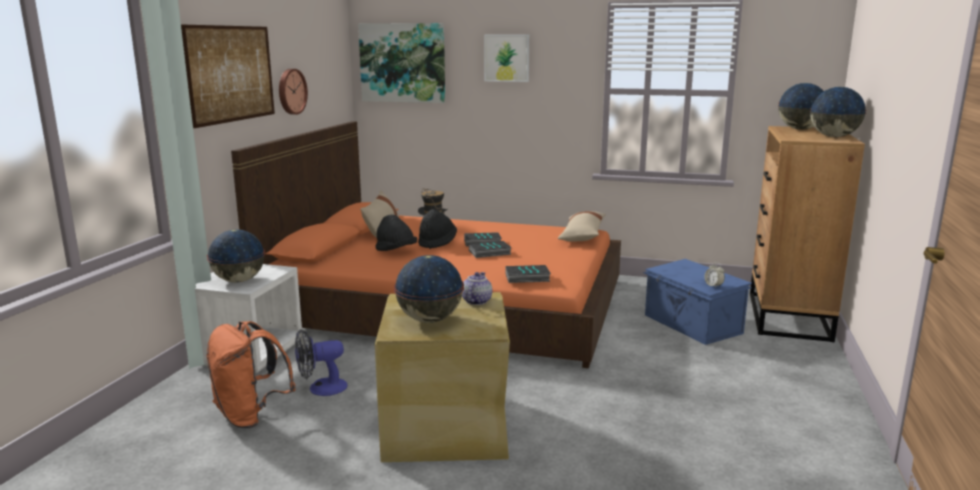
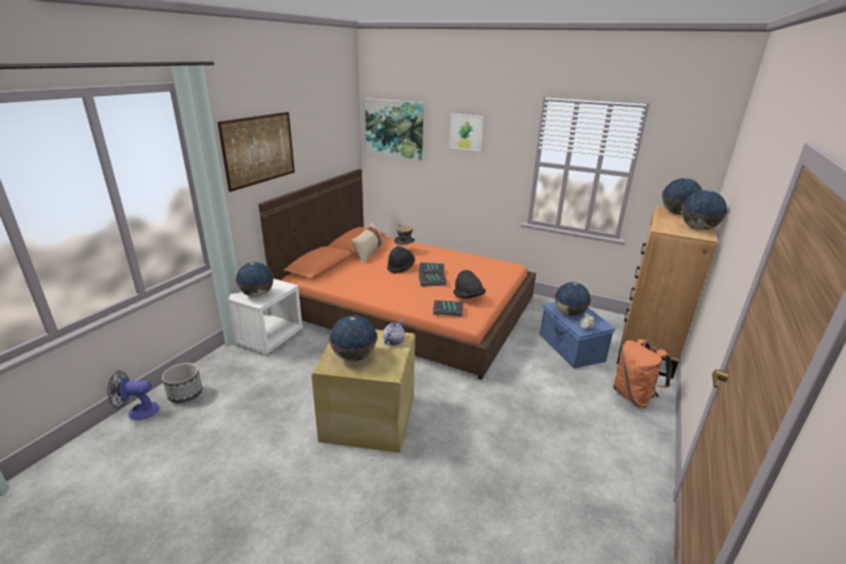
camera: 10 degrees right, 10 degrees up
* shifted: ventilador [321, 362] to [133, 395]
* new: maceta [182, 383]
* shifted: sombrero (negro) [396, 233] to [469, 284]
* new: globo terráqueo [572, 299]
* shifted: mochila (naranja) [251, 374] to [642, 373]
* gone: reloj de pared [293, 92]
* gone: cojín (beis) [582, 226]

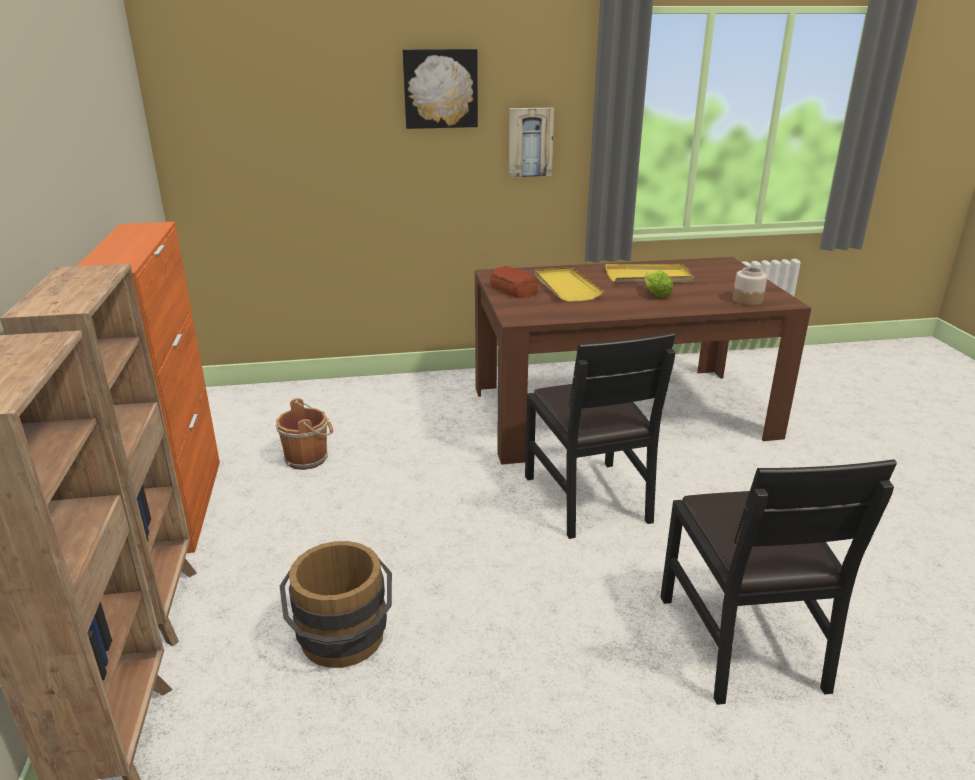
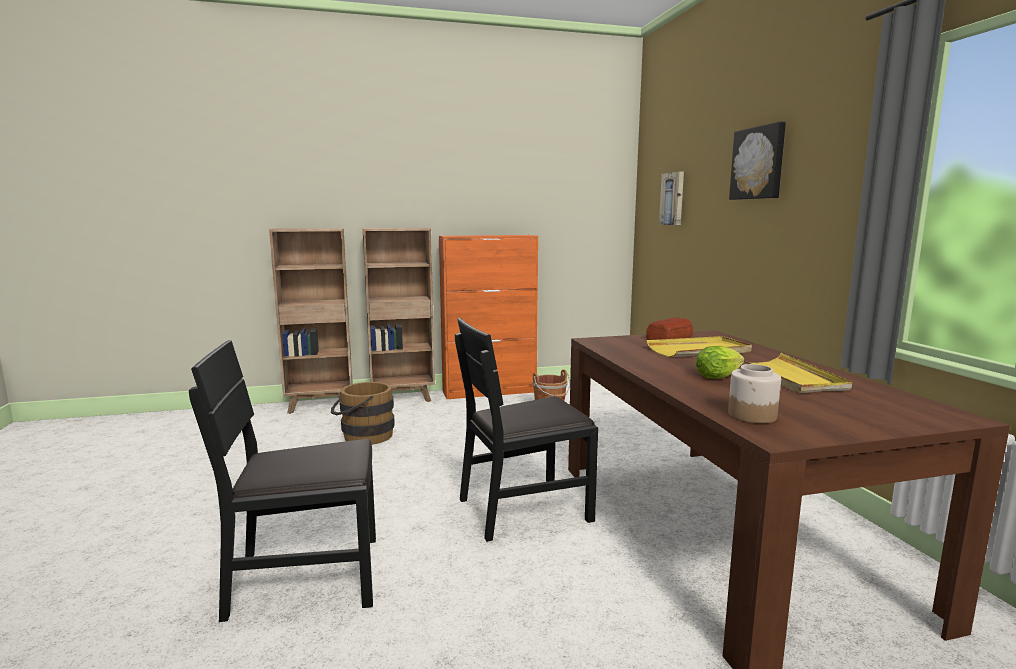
camera: 85 degrees right, 15 degrees down
* shifted: cuadro [531, 142] to [671, 198]

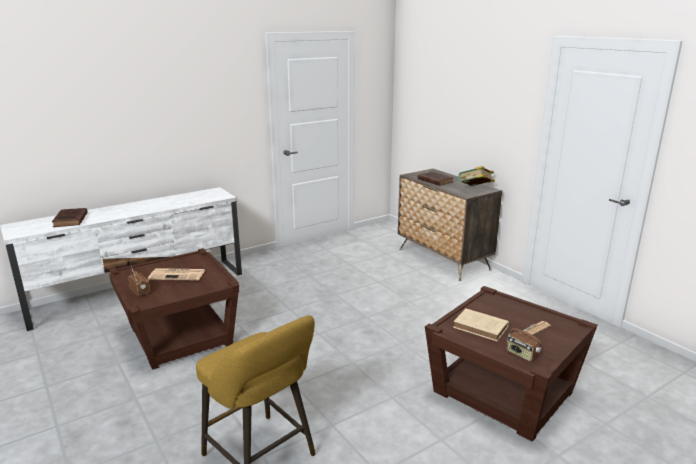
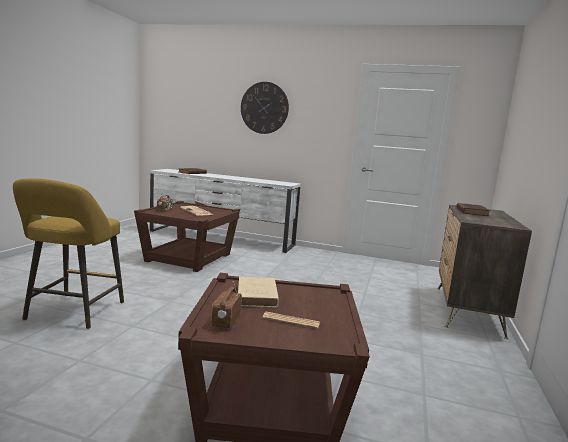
camera: 50 degrees right, 10 degrees down
* new: reloj de pared [265, 108]
* gone: libro [476, 176]

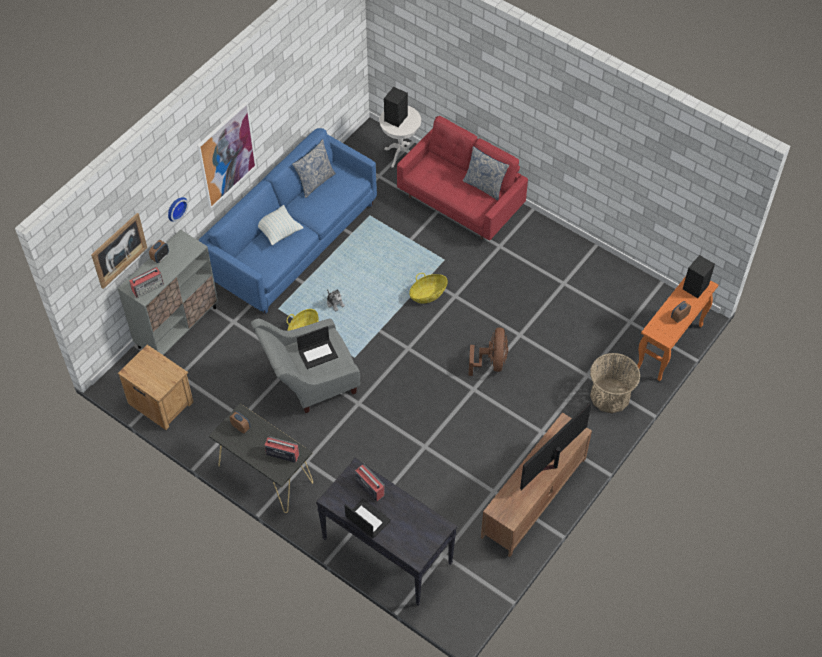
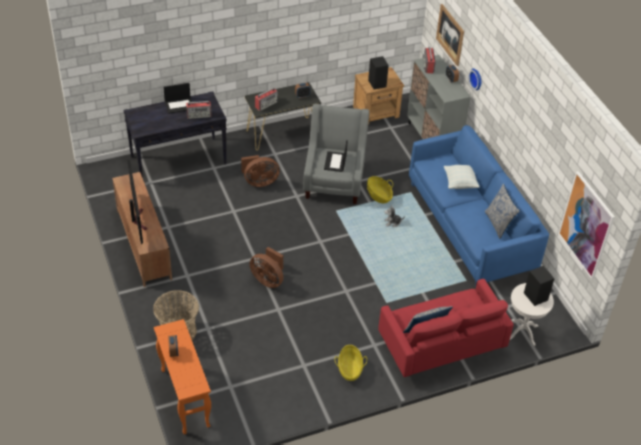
camera: 120 degrees right, 10 degrees down
* new: ventilador (marrón) [260, 171]
* shifted: cesta [428, 288] to [351, 363]
* shifted: altavoz (negro) [699, 276] to [378, 72]
* shifted: cuadro [226, 155] to [586, 225]

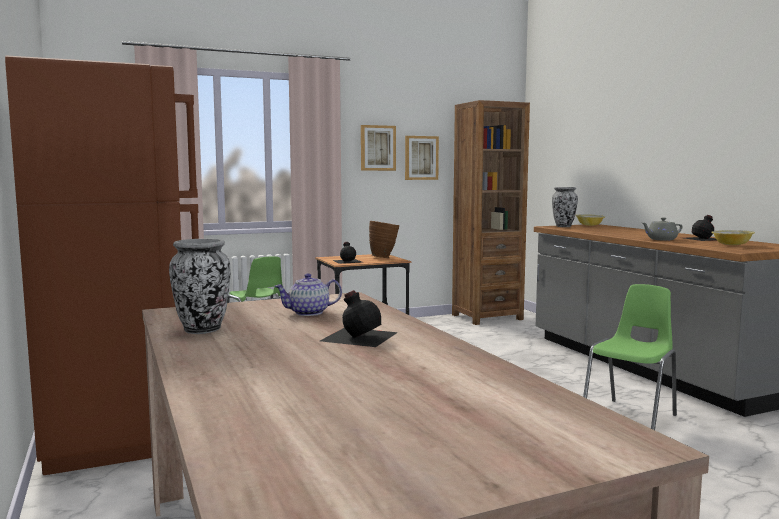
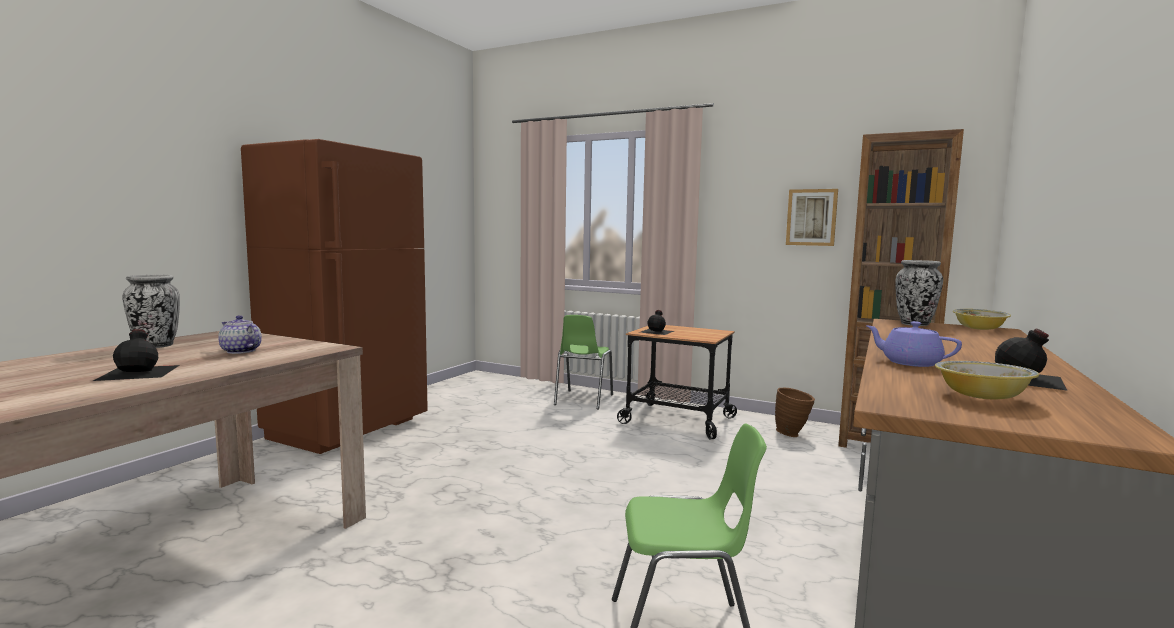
camera: 50 degrees right, 0 degrees up
* shifted: florero (marrón) [384, 239] to [795, 412]
* repainted: tetera (gris) [662, 229] to tetera (morado) [913, 344]
* gone: cuadro [378, 148]

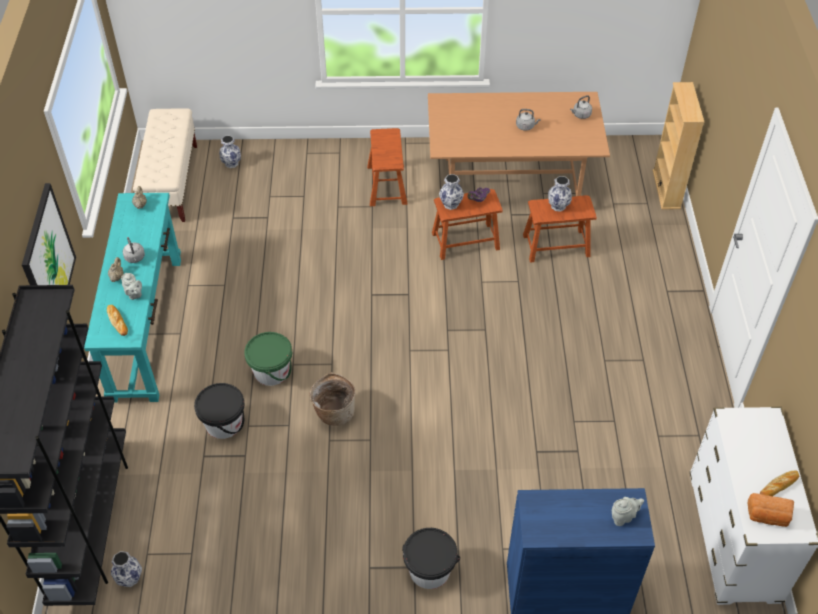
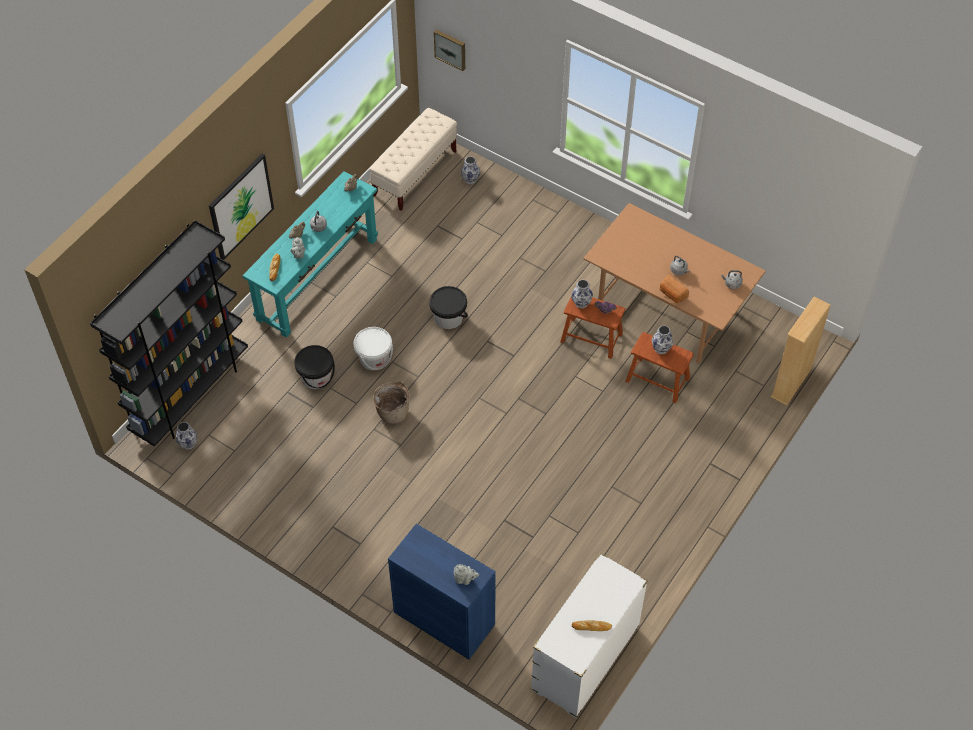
camera: 35 degrees right, 5 degrees up
* repainted: cubo (verde) [268, 359] to cubo (blanco) [373, 348]
* shifted: cubo (negro) [431, 558] to [448, 307]
* new: cuadro [449, 50]
* shifted: pan [771, 510] to [674, 289]
* gone: taburete (marrón) [387, 167]

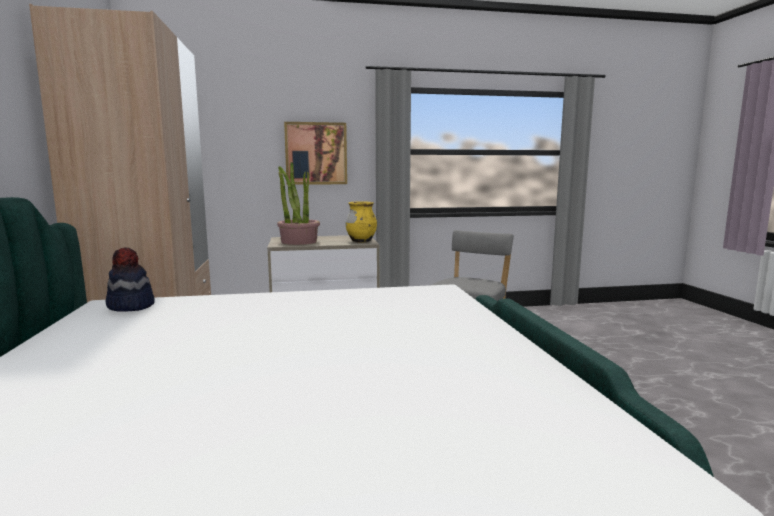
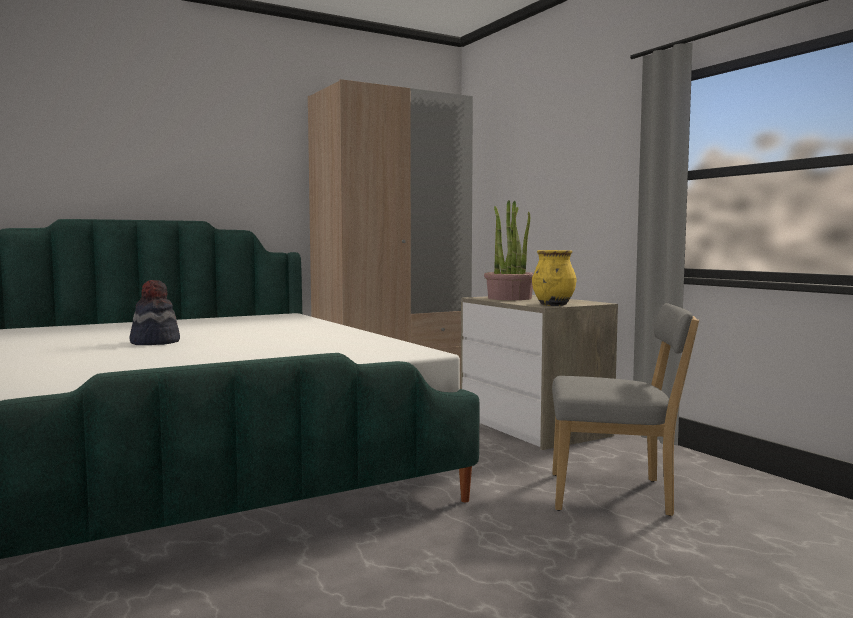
camera: 70 degrees right, 5 degrees down
* shifted: sombrero [130, 279] to [155, 312]
* gone: cuadro [315, 153]

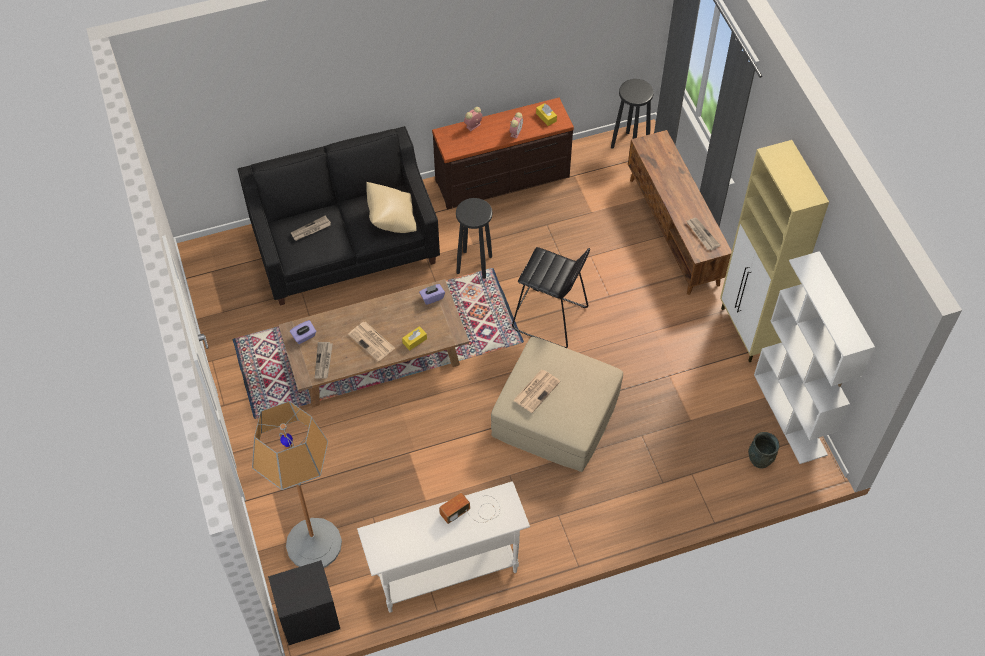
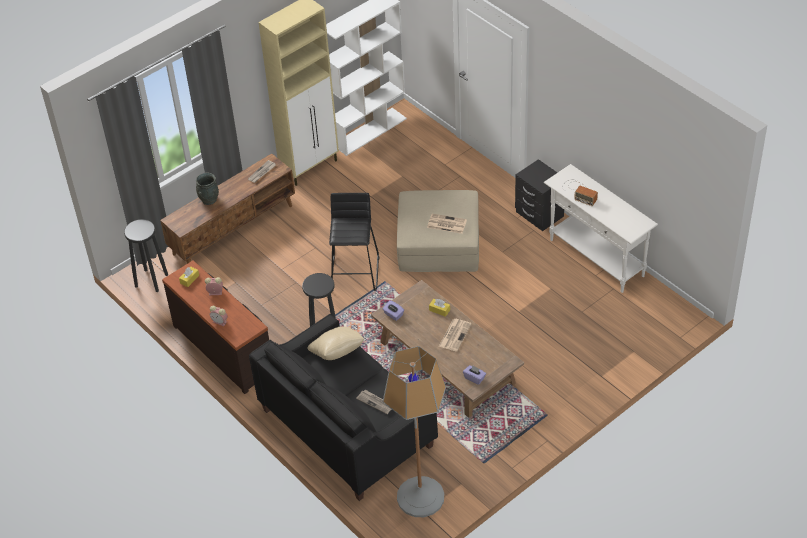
camera: 110 degrees left, 10 degrees down
* shifted: florero (gris) [764, 450] to [207, 189]
* shifted: lámpara de pie [297, 484] to [414, 431]
* shifted: mesita de noche (negro) [304, 602] to [539, 195]
* gone: periódico [324, 360]

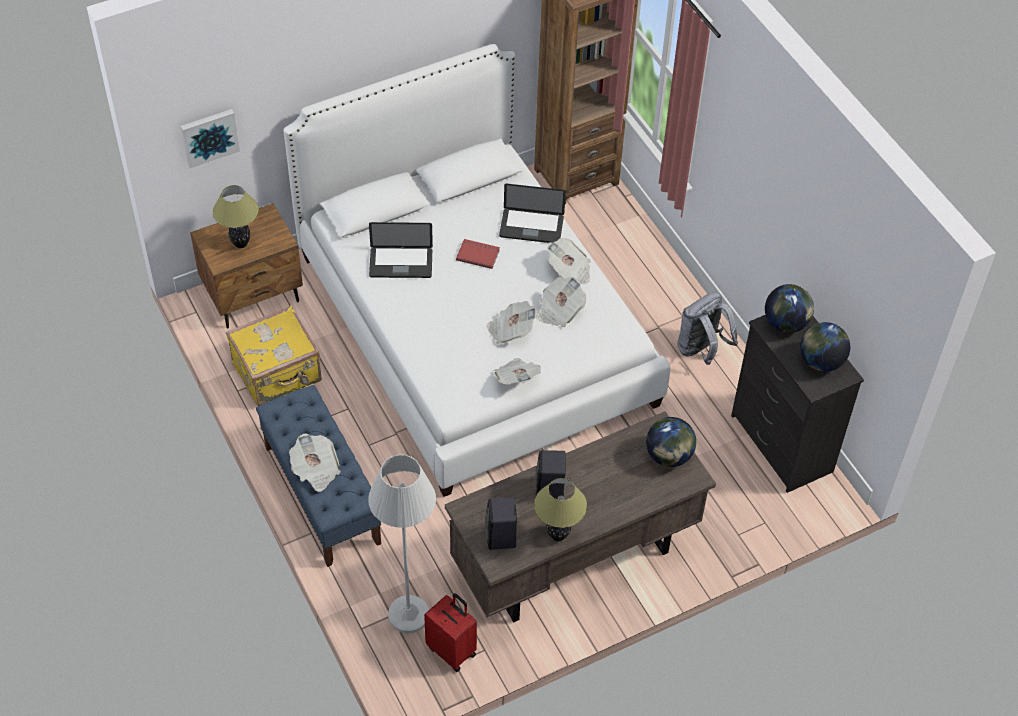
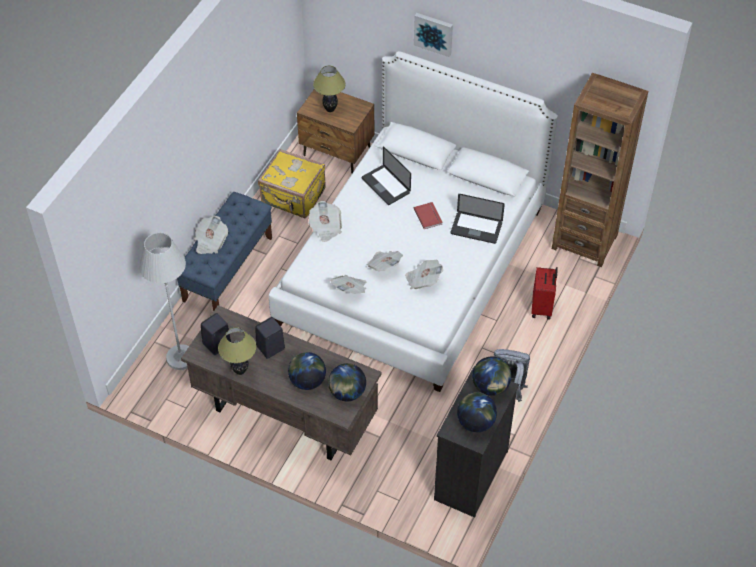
camera: 55 degrees right, 0 degrees up
* new: globo terráqueo [307, 371]
* shifted: periódico [569, 260] to [325, 221]
* shifted: cuadro [210, 138] to [433, 35]
* rotated: portátil [532, 213] = [478, 219] 45 degrees counterclockwise
* shifted: maleta (rojo) [450, 632] to [544, 293]

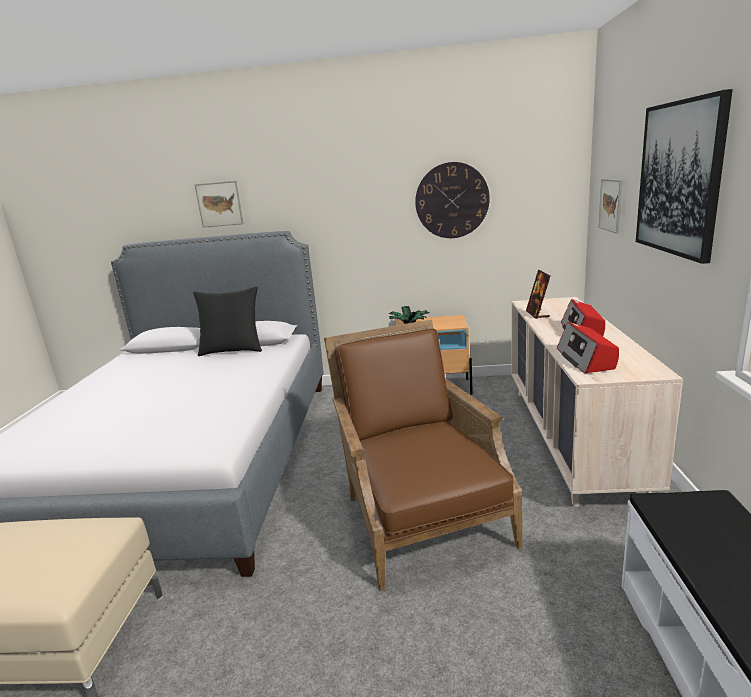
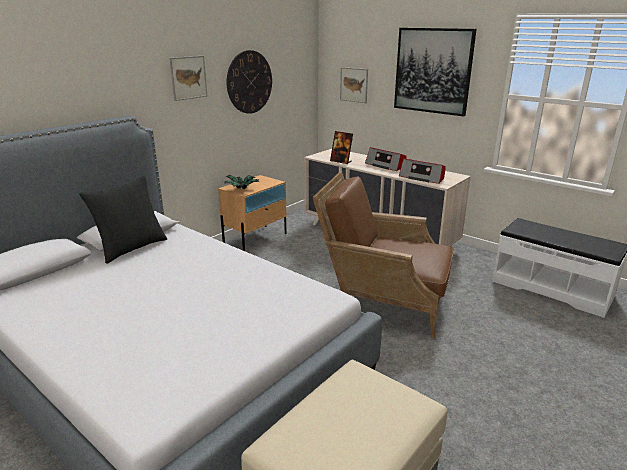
camera: 55 degrees left, 5 degrees up
* shifted: cuadro [219, 204] to [188, 78]

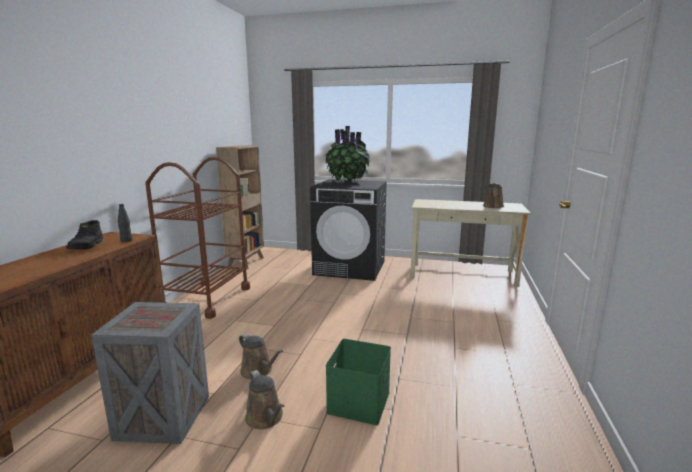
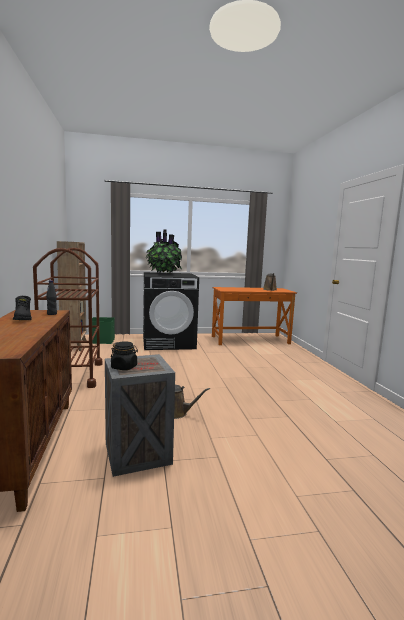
camera: 25 degrees left, 5 degrees down
* shifted: caja de almacenaje (verde) [358, 382] to [103, 330]
* new: tarro (negro) [124, 355]
* repainted: escritorio (beis) [470, 243] to escritorio (naranja) [254, 316]
* gone: regadera (marrón) [264, 399]

